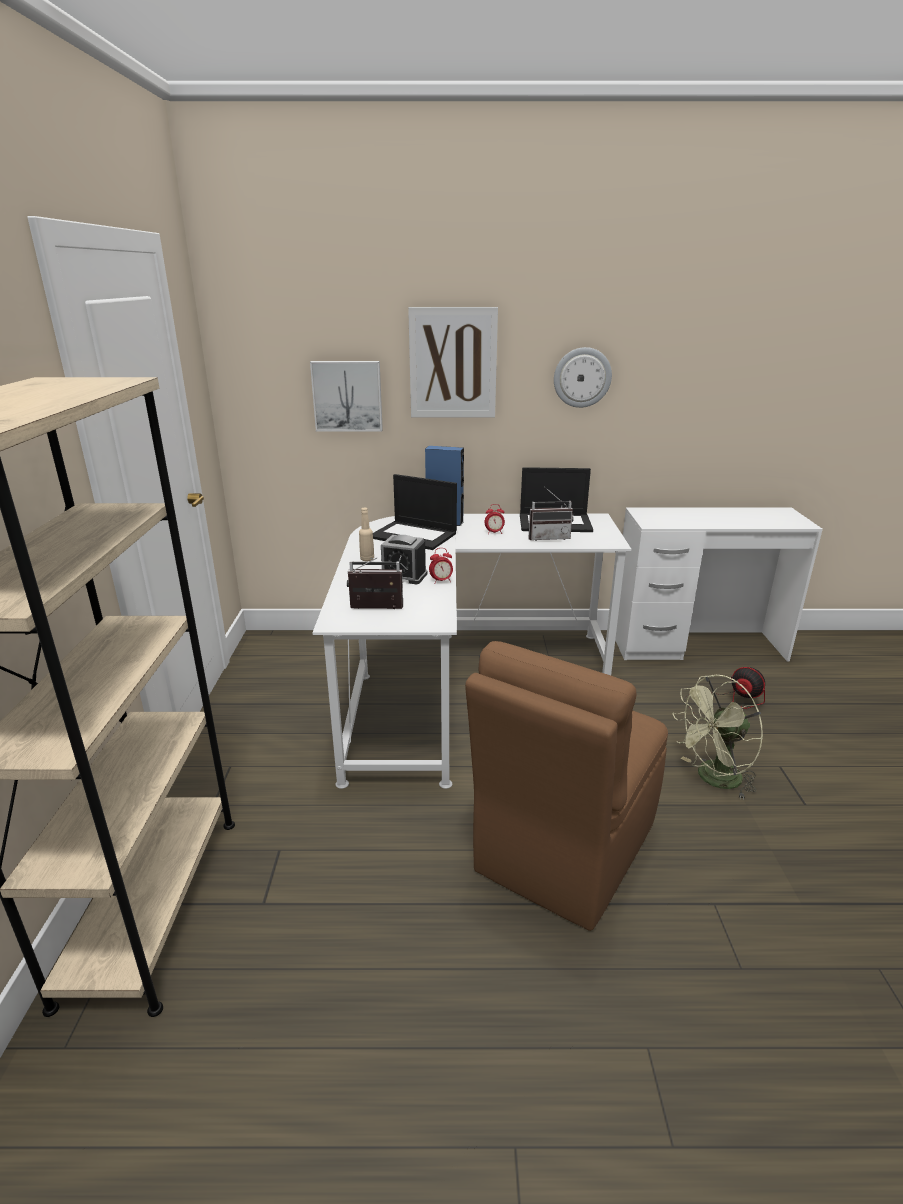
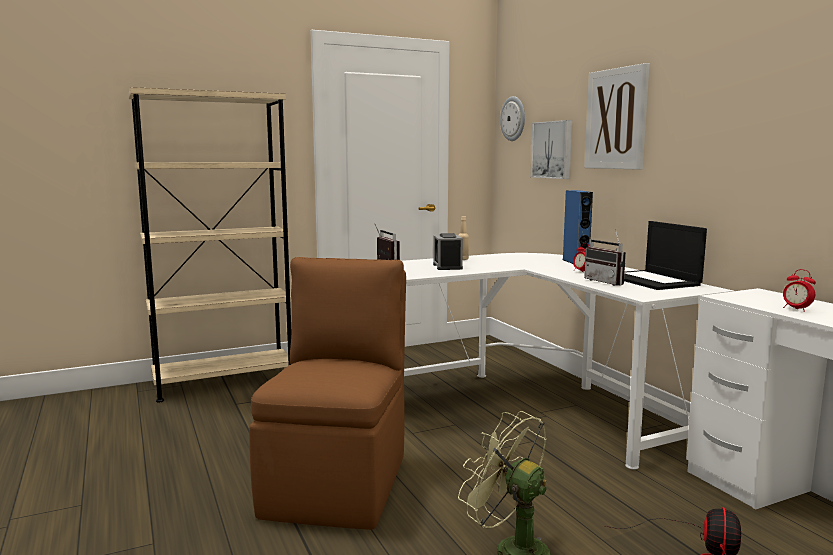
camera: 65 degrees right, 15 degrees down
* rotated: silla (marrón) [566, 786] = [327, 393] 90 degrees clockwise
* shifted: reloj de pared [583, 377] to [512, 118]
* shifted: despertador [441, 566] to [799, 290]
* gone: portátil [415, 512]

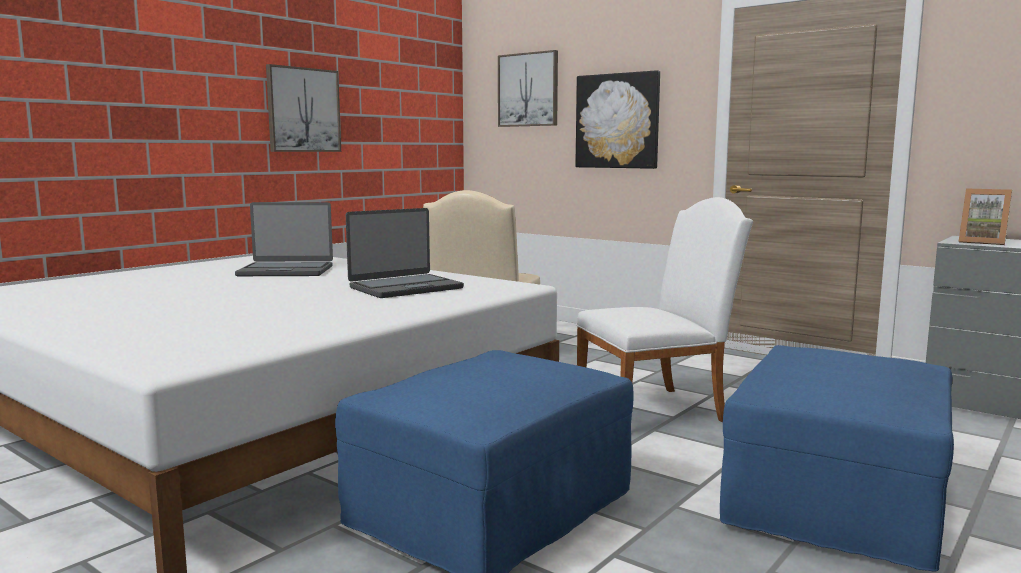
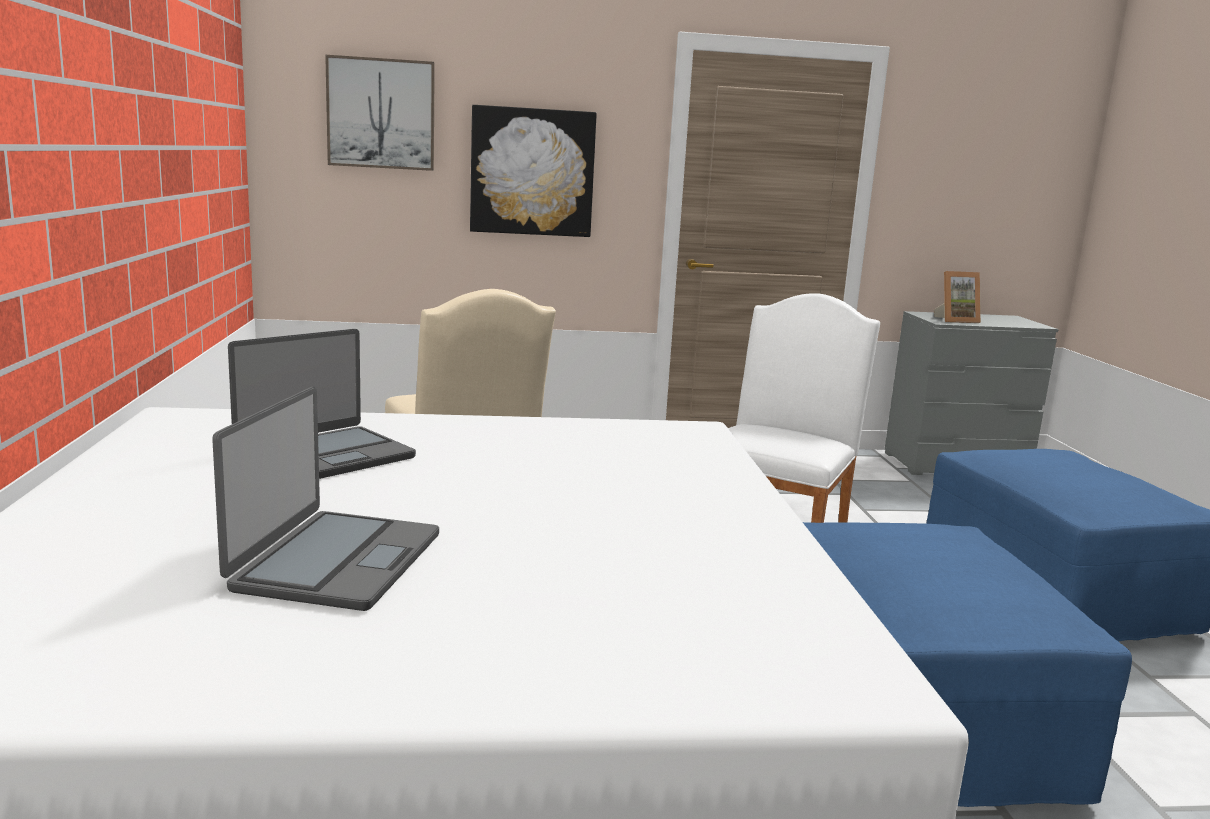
camera: 45 degrees left, 5 degrees up
* shifted: portátil [405, 253] to [325, 499]
* gone: cuadro [303, 108]

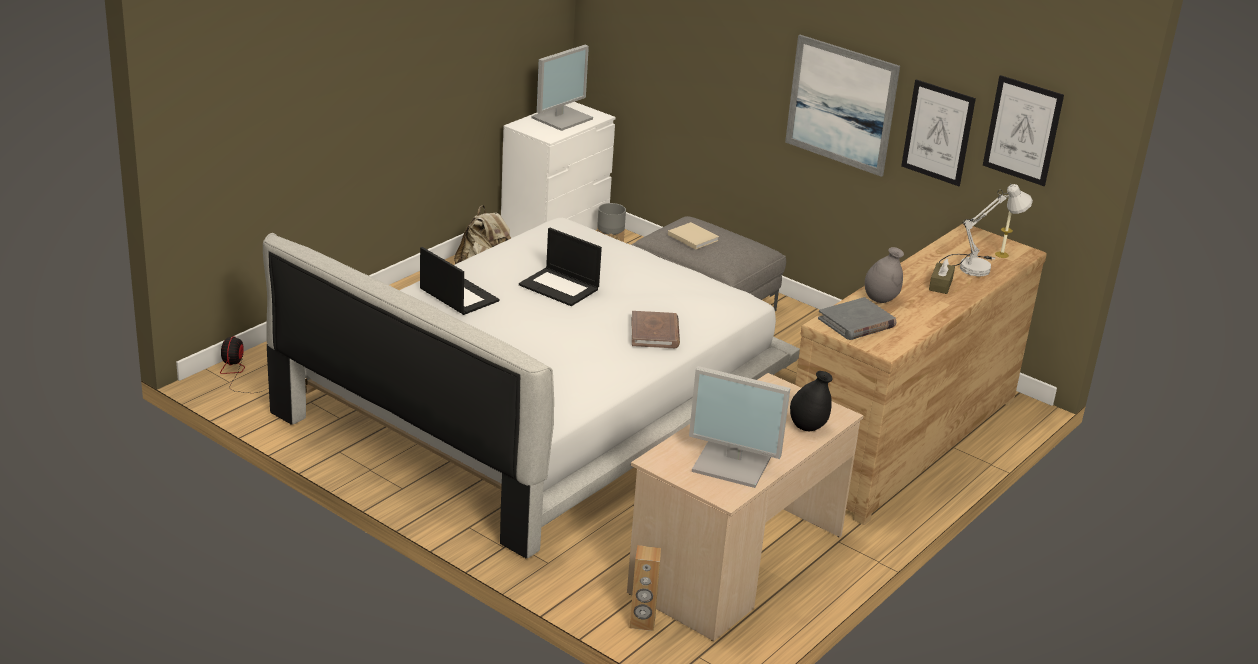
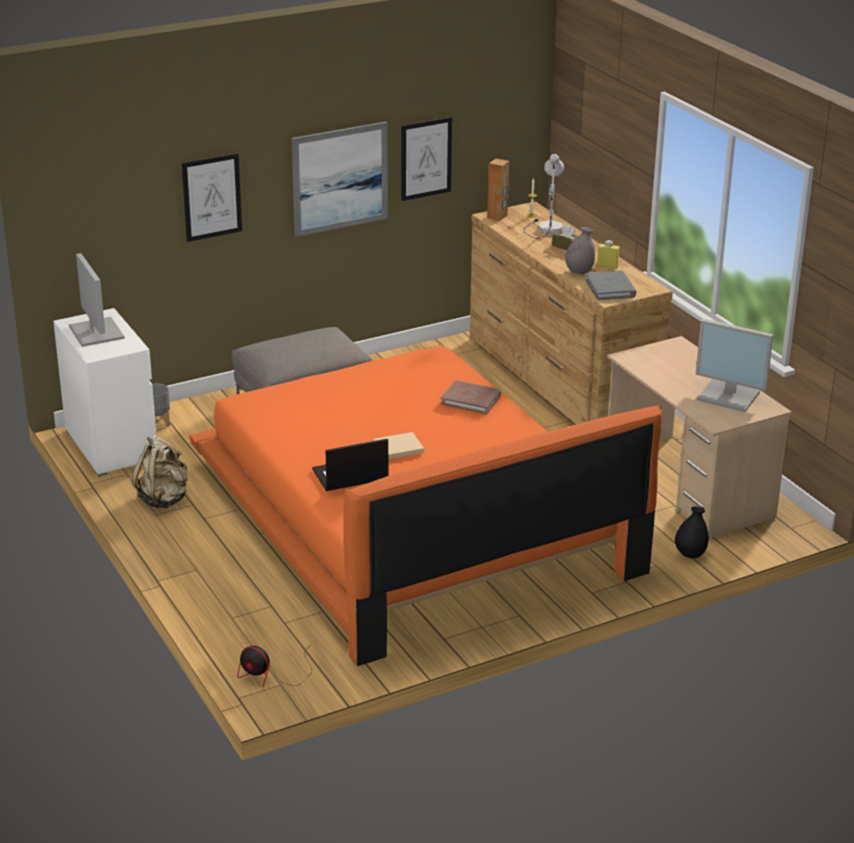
camera: 65 degrees left, 0 degrees up
* shifted: cuadro [1023, 130] to [212, 197]
* repainted: cama (blanco) [531, 388] to cama (naranja) [425, 506]
* shifted: libro (beis) [693, 235] to [399, 445]
* shifted: altavoz (marrón) [645, 588] to [498, 189]
* new: botella (amarillo) [608, 254]
* shifted: florero (negro) [811, 401] to [691, 532]
* rotated: monitor [739, 427] = [734, 365] 75 degrees clockwise
* gone: portátil [560, 267]

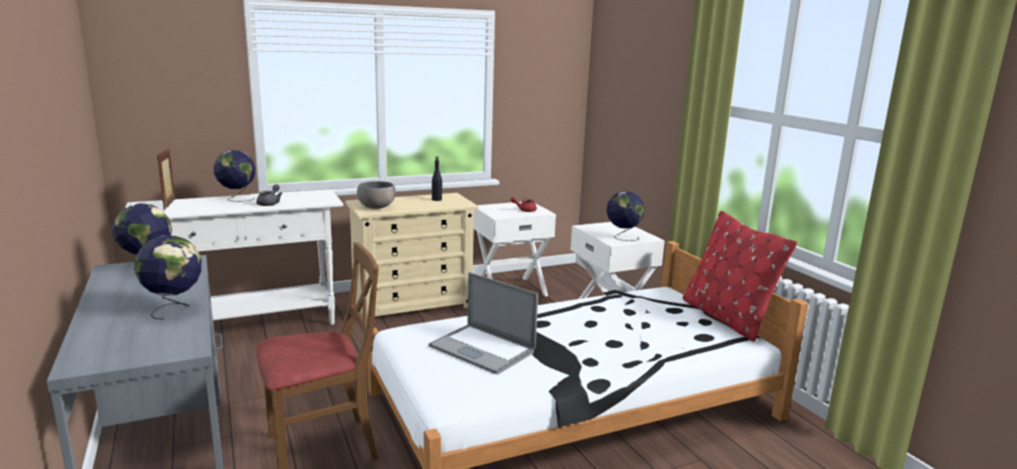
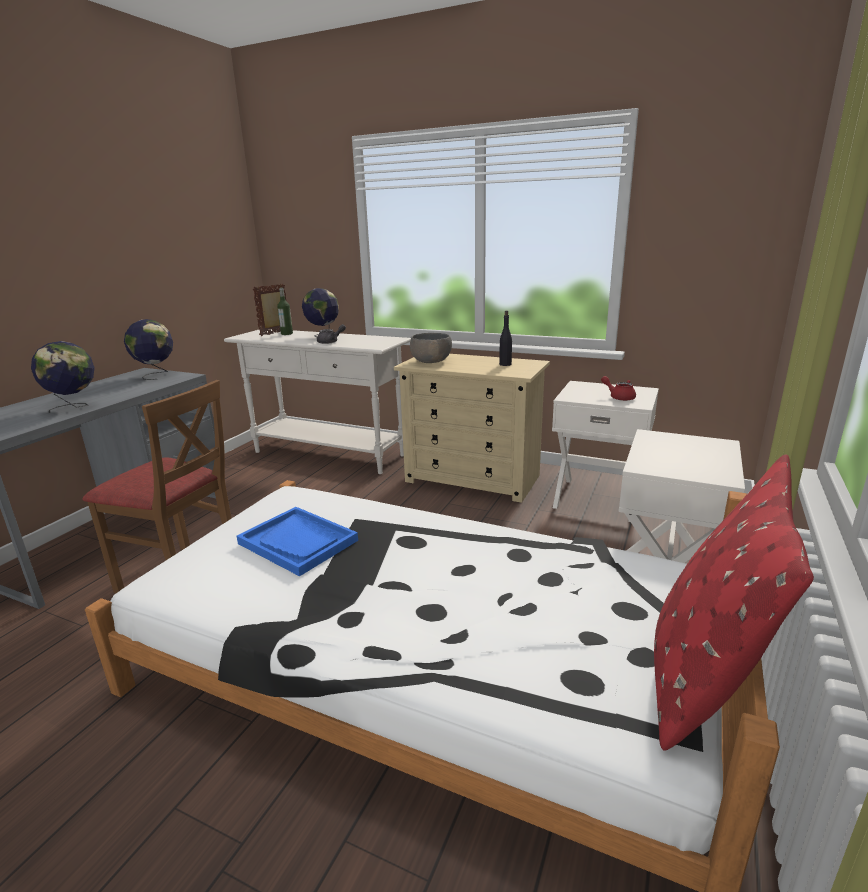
camera: 50 degrees right, 5 degrees up
* swapped: portátil [483, 323] to bandeja (azul) [297, 541]
* new: botella [285, 311]
* gone: globo terráqueo [625, 216]

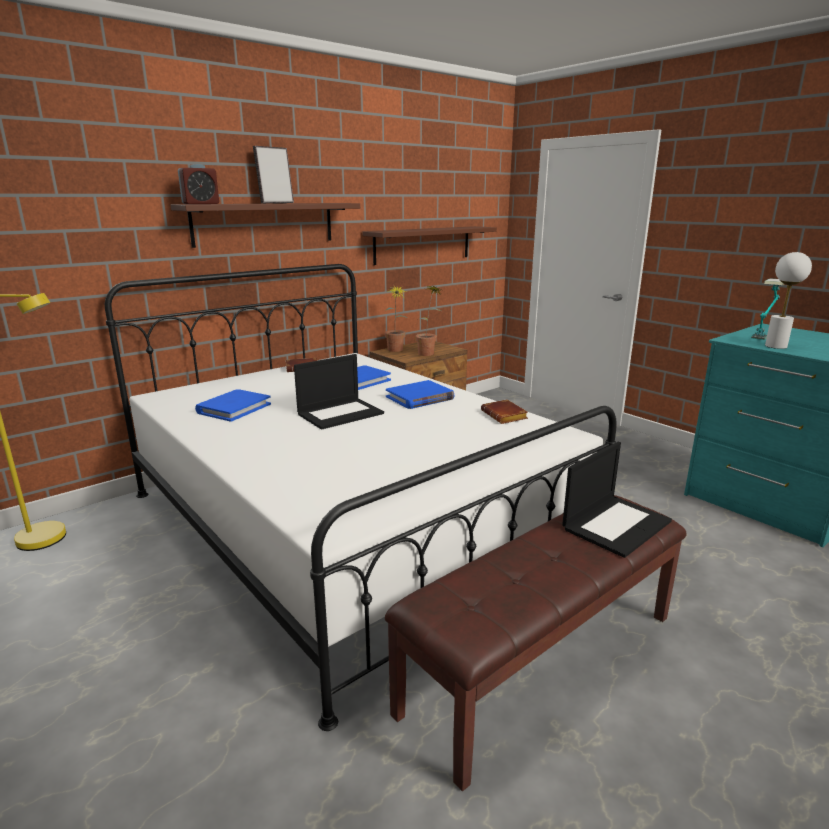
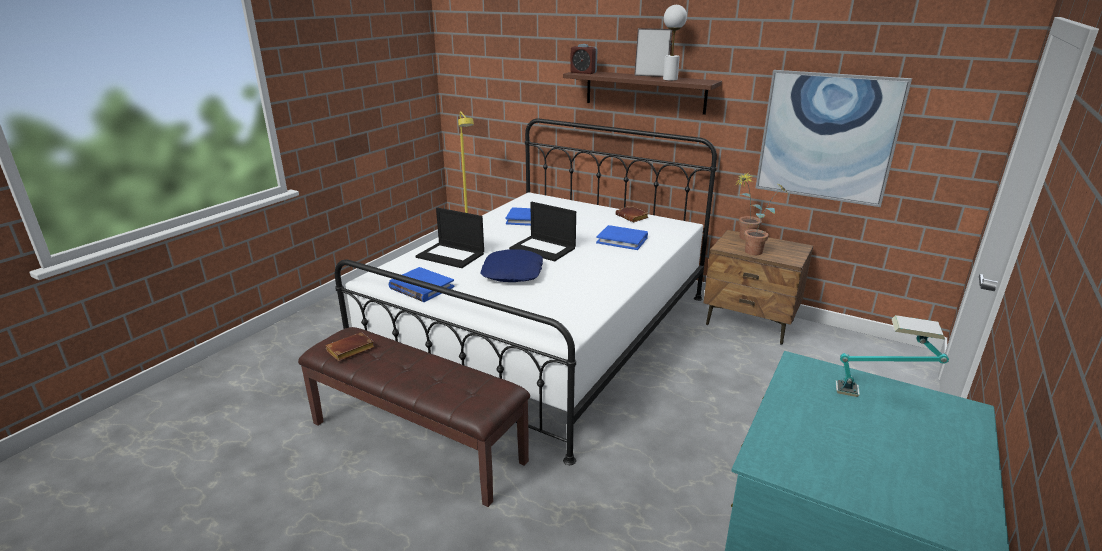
camera: 70 degrees right, 5 degrees up
* shifted: libro (marrón) [504, 411] to [350, 346]
* shifted: libro (azul) [420, 394] to [421, 284]
* shifted: portátil [617, 500] to [450, 237]
* new: cojín (azul) [511, 265]
* shifted: lámpara de mesa (blanco) [788, 300] to [675, 43]
* swapped: estante (marrón) [429, 245] to cuadro [834, 138]

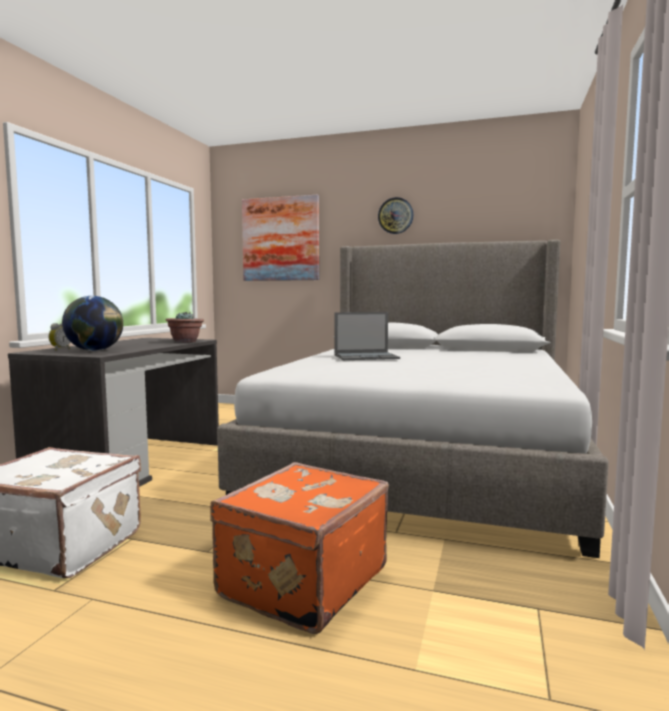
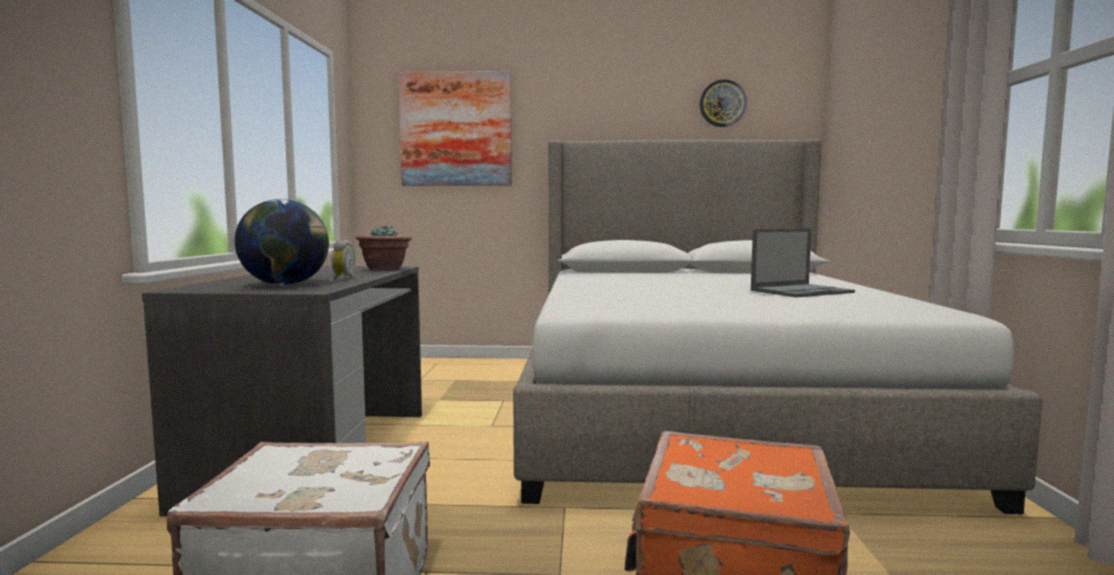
camera: 15 degrees left, 0 degrees up
* shifted: despertador [59, 337] to [343, 260]
* shifted: reloj de pared [395, 215] to [723, 103]
* shifted: portátil [367, 336] to [803, 263]

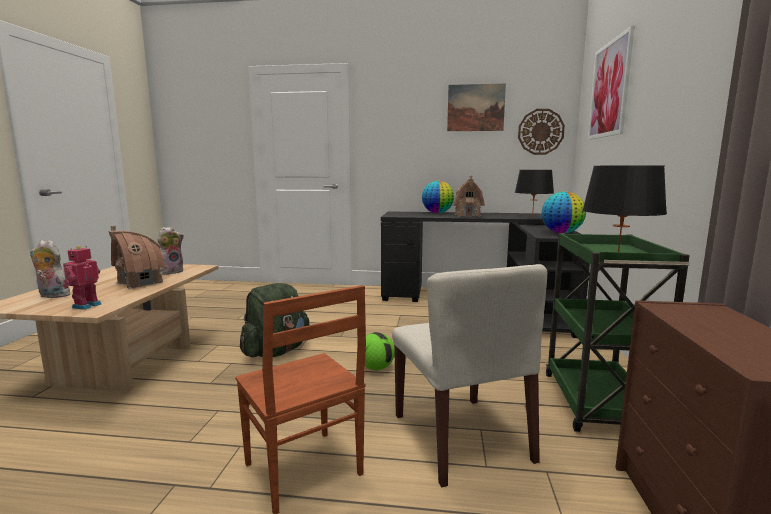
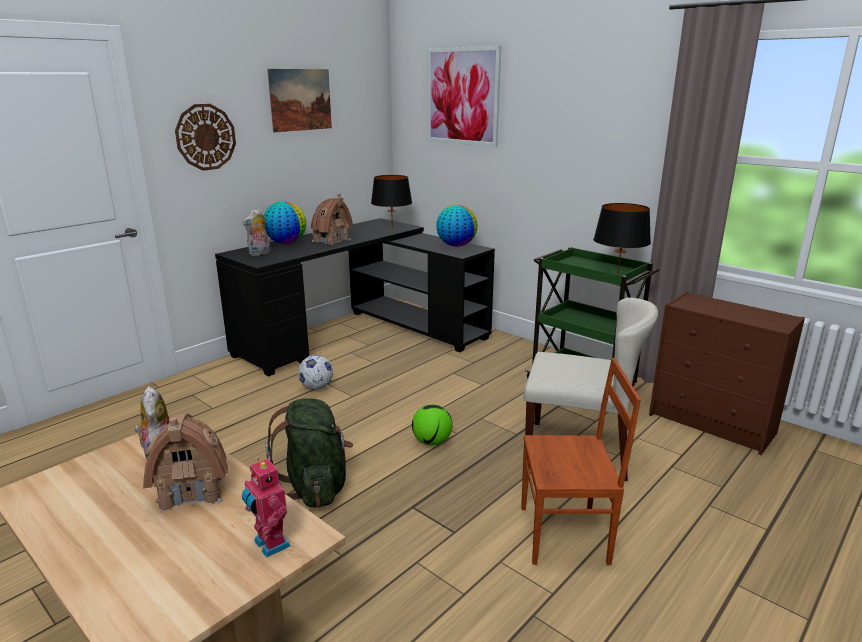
camera: 55 degrees left, 10 degrees up
* shifted: reloj de pared [541, 132] to [205, 137]
* shifted: peluche [50, 269] to [256, 232]
* new: balón de fútbol [315, 372]

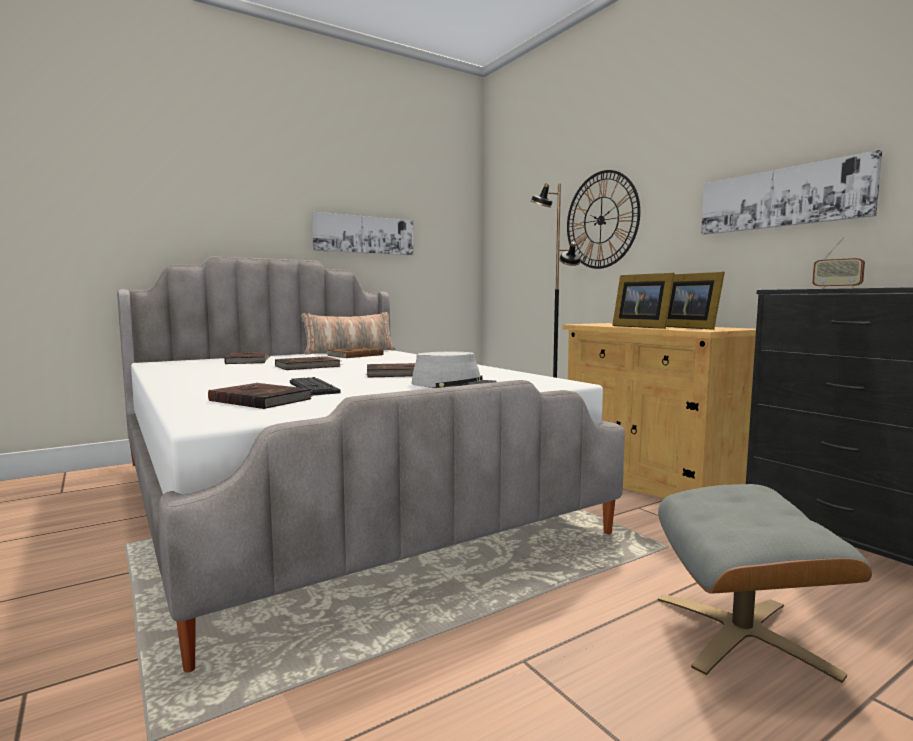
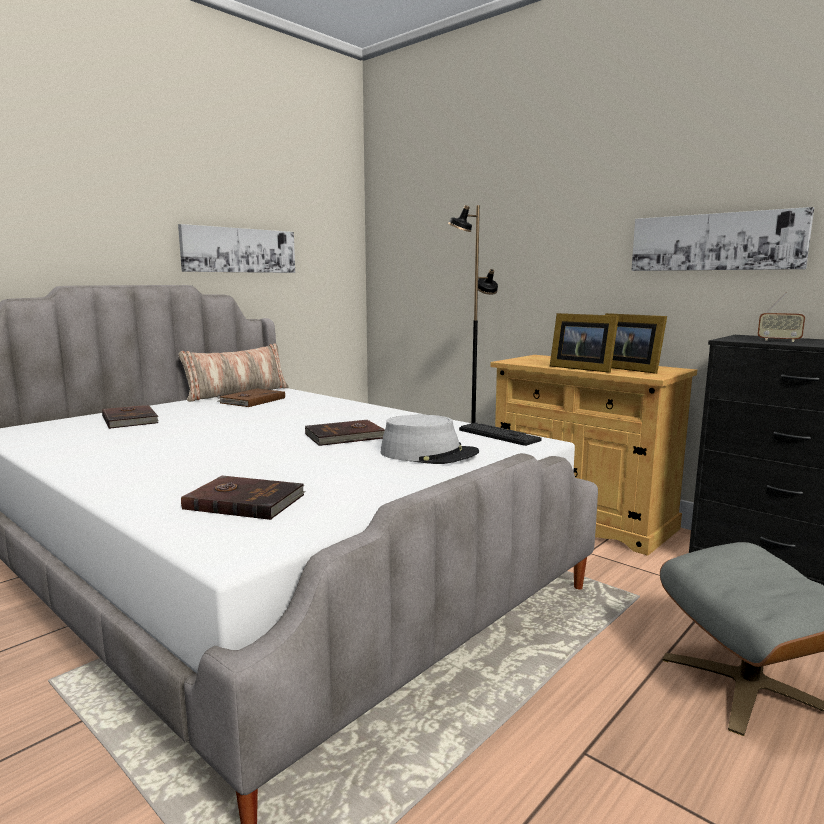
camera: 15 degrees left, 5 degrees up
* shifted: teclado [315, 386] to [500, 434]
* gone: libro (marrón) [308, 363]
* gone: reloj de pared [603, 219]

